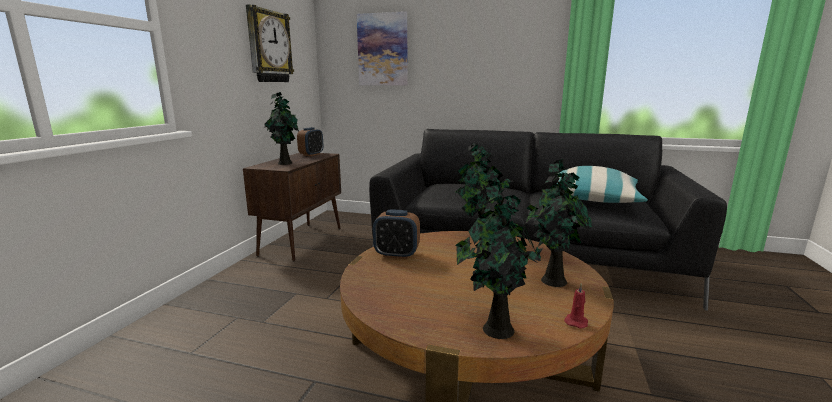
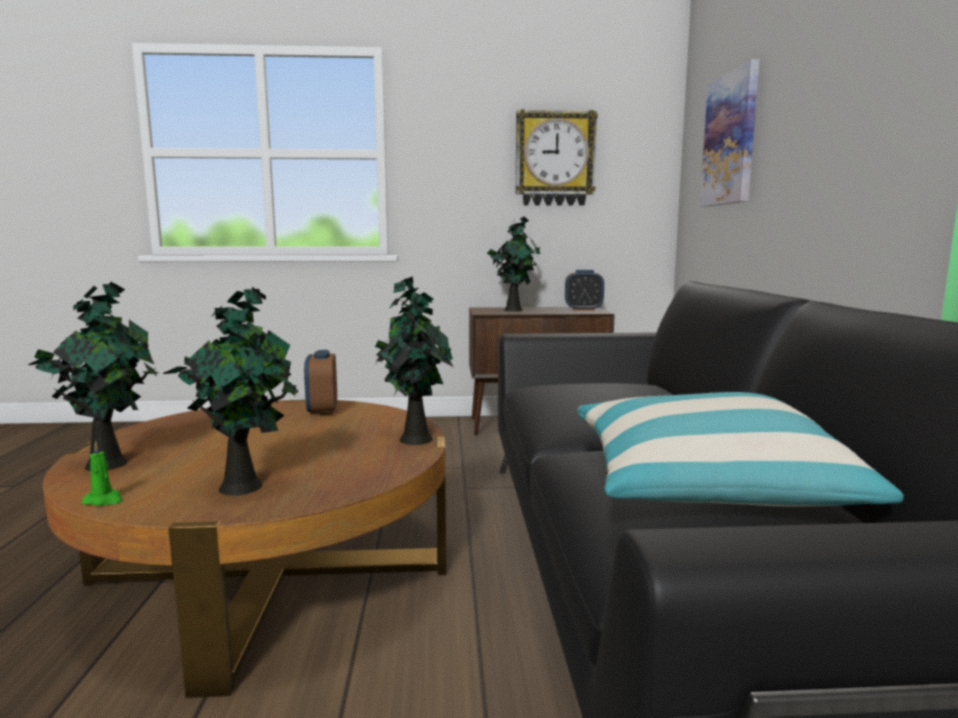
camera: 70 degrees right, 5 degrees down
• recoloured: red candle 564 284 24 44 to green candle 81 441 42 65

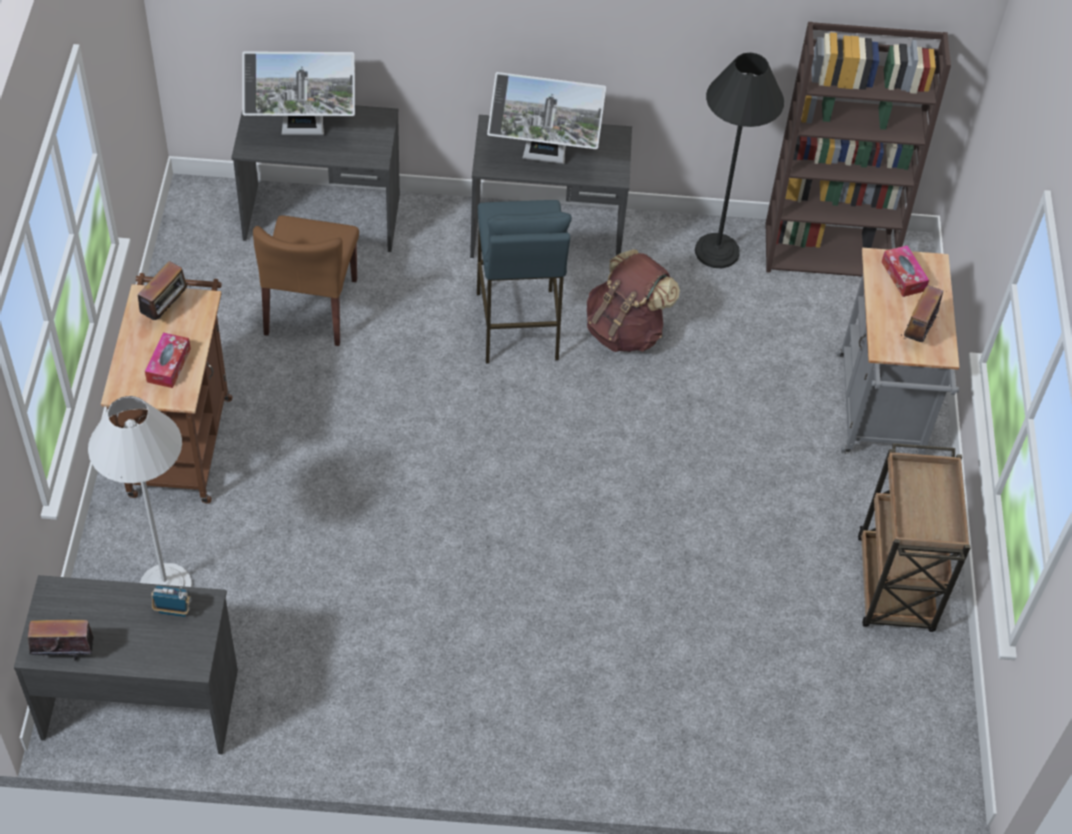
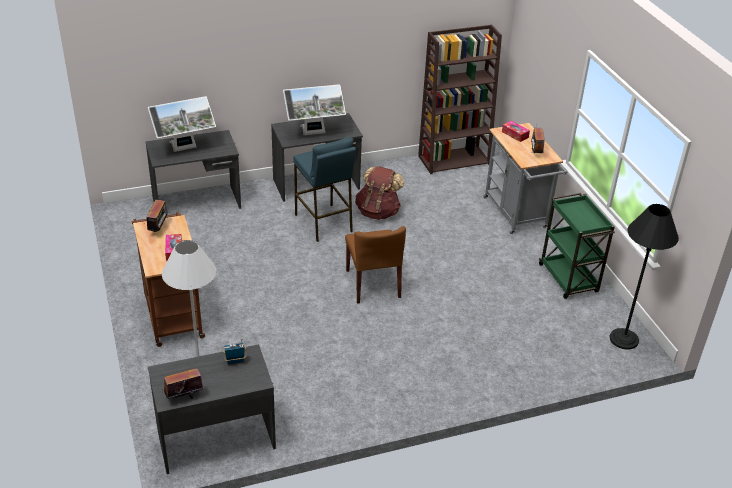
camera: 20 degrees left, 15 degrees down
• moved: brown chair 253 215 106 131 to 345 226 61 78
• moved: black floor lamp 695 53 89 215 to 610 204 69 145
• recoloured: brown cart 858 443 112 189 to green cart 539 193 76 106

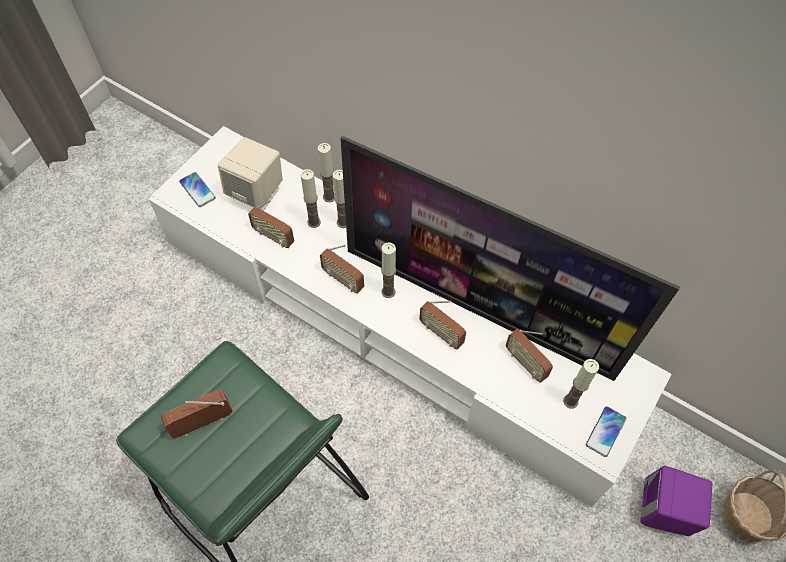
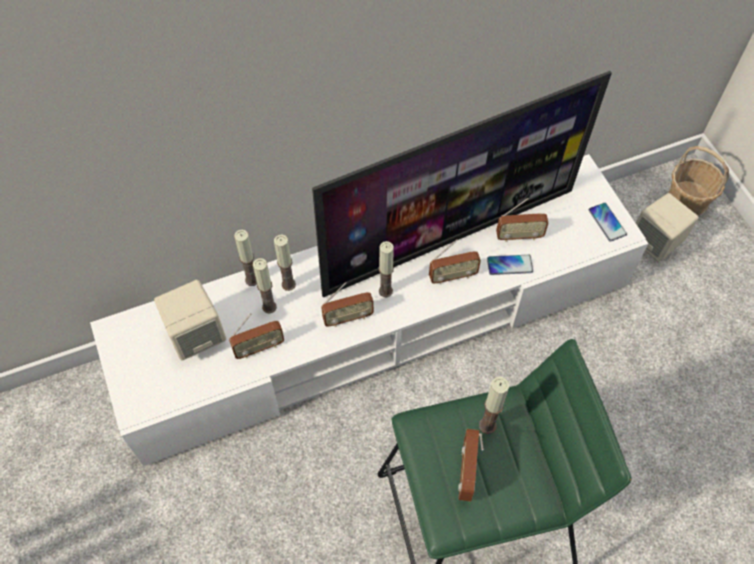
camera: 55 degrees left, 0 degrees up
• moved: phone 179 172 37 35 to 487 255 46 20
• moved: candle 563 359 36 50 to 479 377 30 57
• recoloured: purple speaker 640 466 72 70 to beige speaker 636 193 63 69

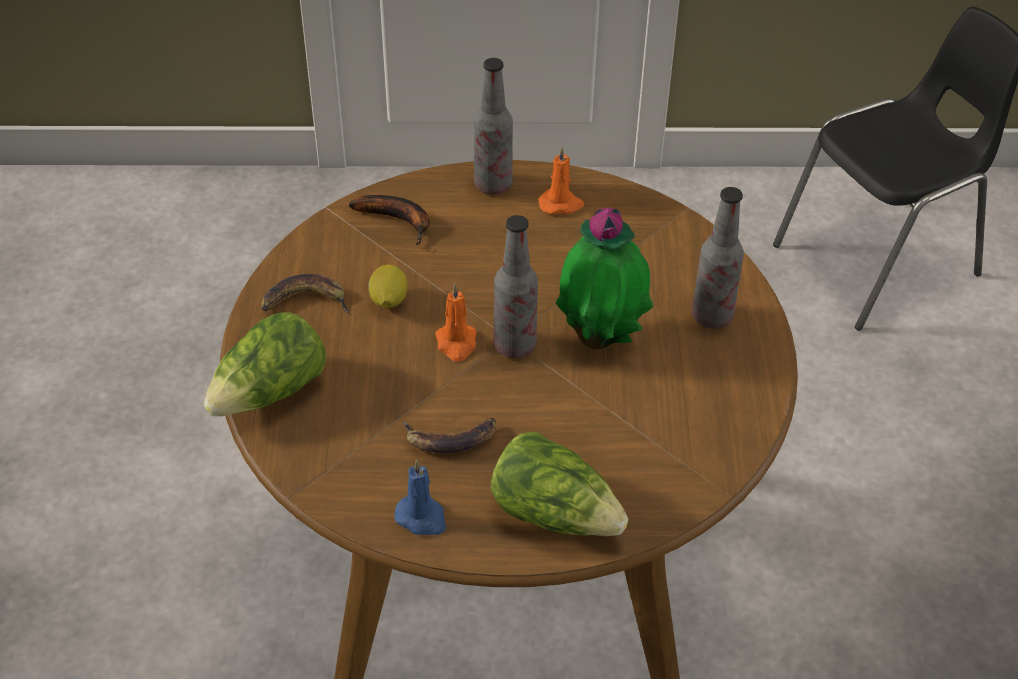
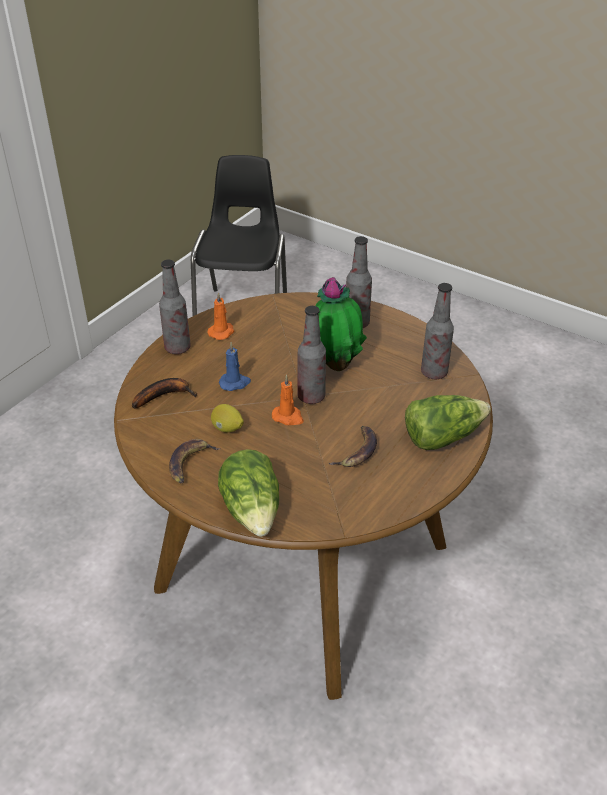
camera: 55 degrees left, 5 degrees down
• added: bottle 421 283 33 96
• moved: blue candle 394 459 52 76 to 219 342 32 49

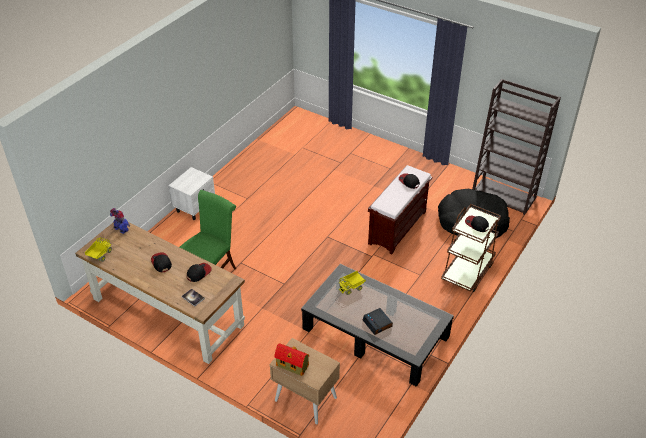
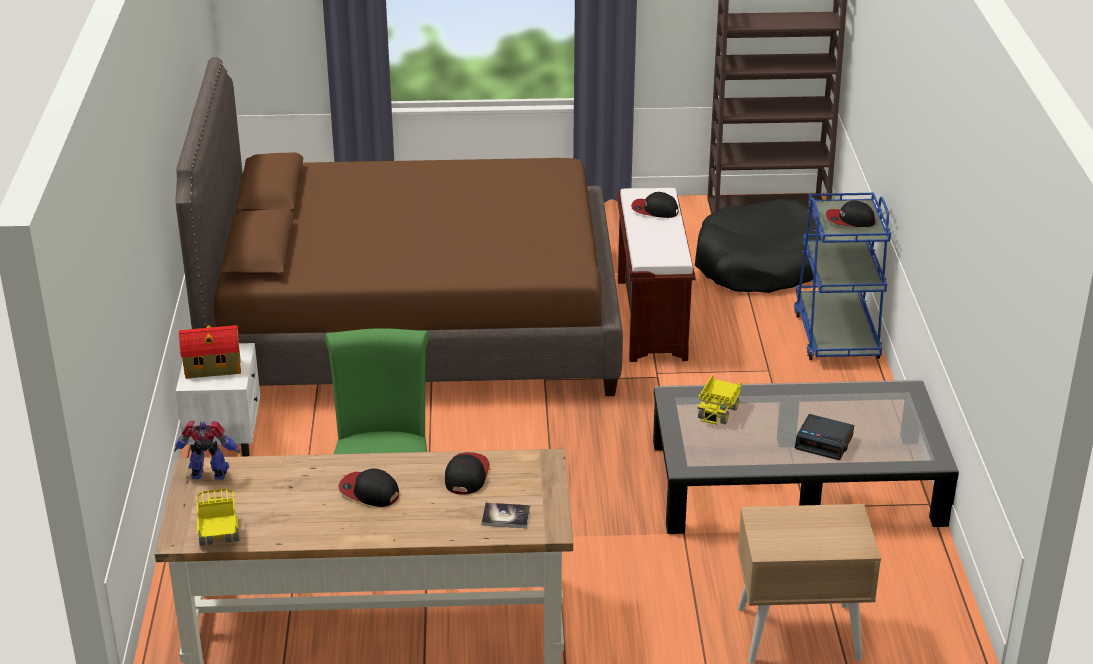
camera: 35 degrees left, 10 degrees down
• added: brown bed 176 57 447 339
• moved: toy house 274 343 35 33 to 179 325 62 54
• recoloured: brown cart 441 204 60 88 to blue cart 794 193 97 167

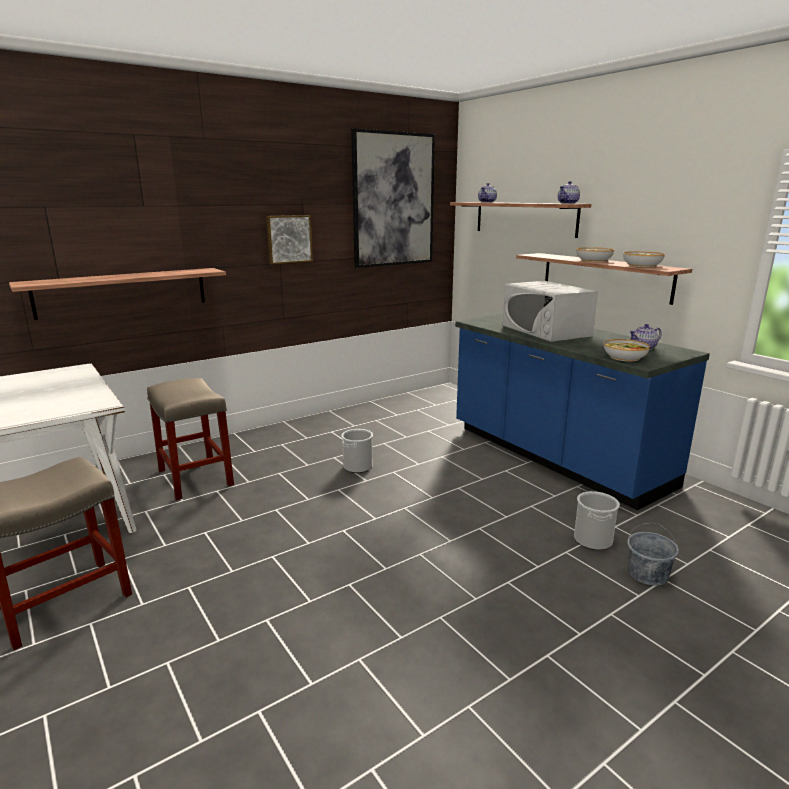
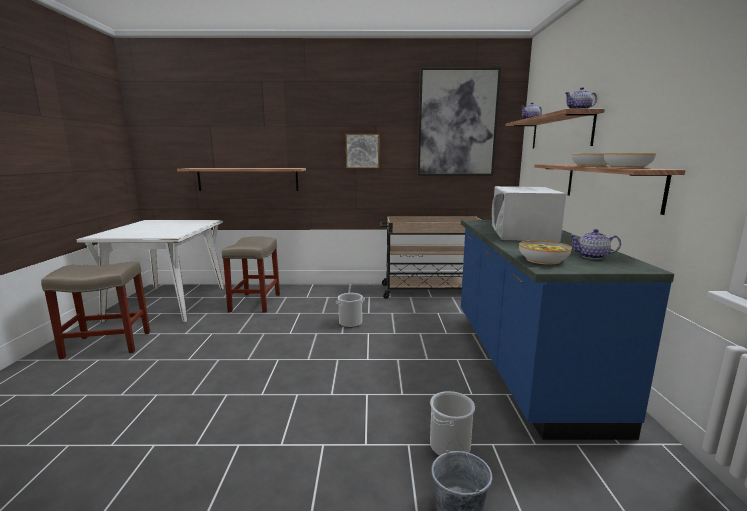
camera: 35 degrees right, 5 degrees down
• added: beige cart 380 216 101 83

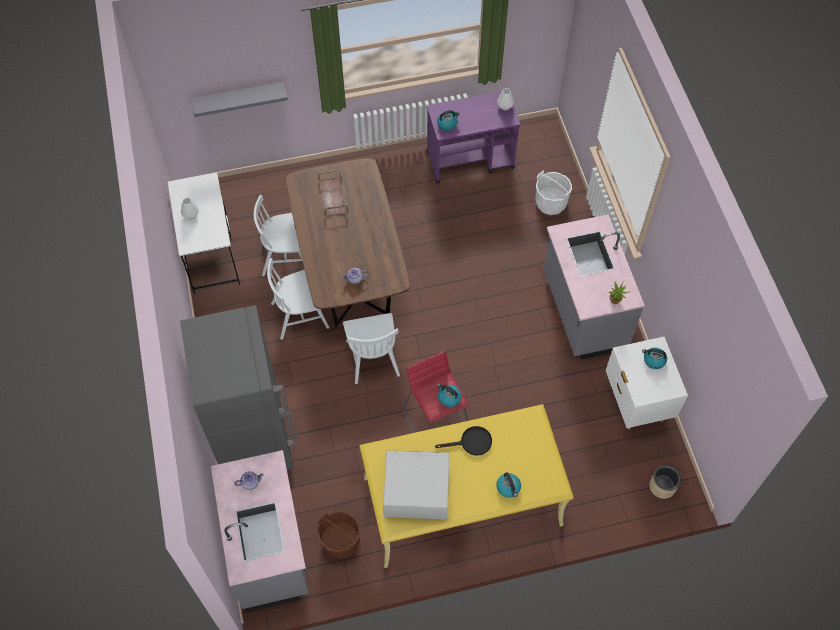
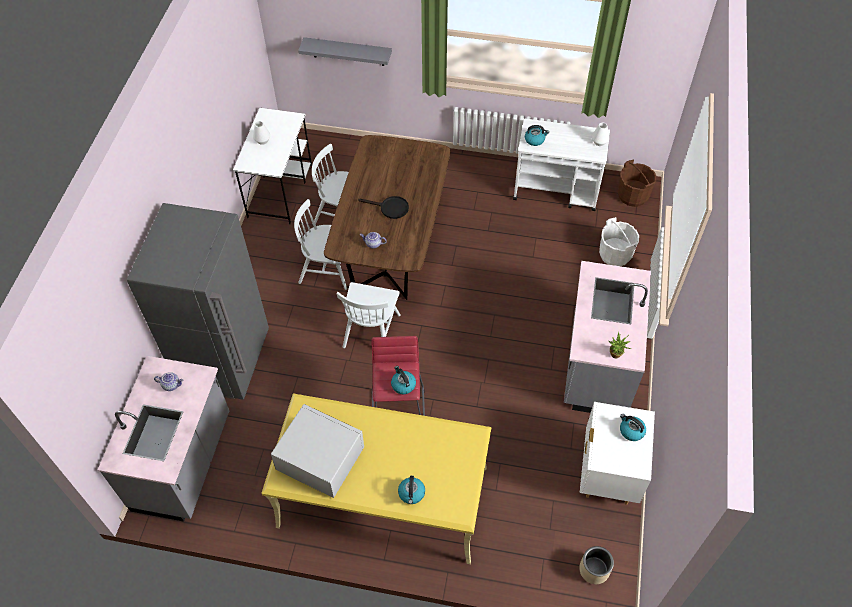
camera: 25 degrees right, 5 degrees down
• removed: brown tray 318 169 30 48
• moved: brown bucket 317 511 43 48 to 618 160 38 47
• moved: black frying pan 435 426 57 29 to 358 196 51 23
• recoloured: purple cart 427 92 93 91 to white cart 513 119 97 92

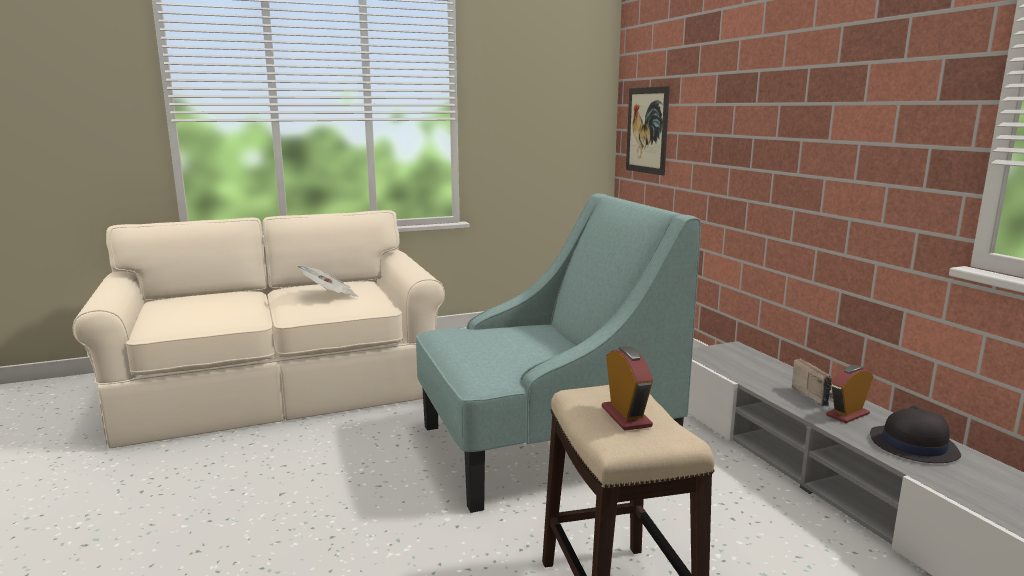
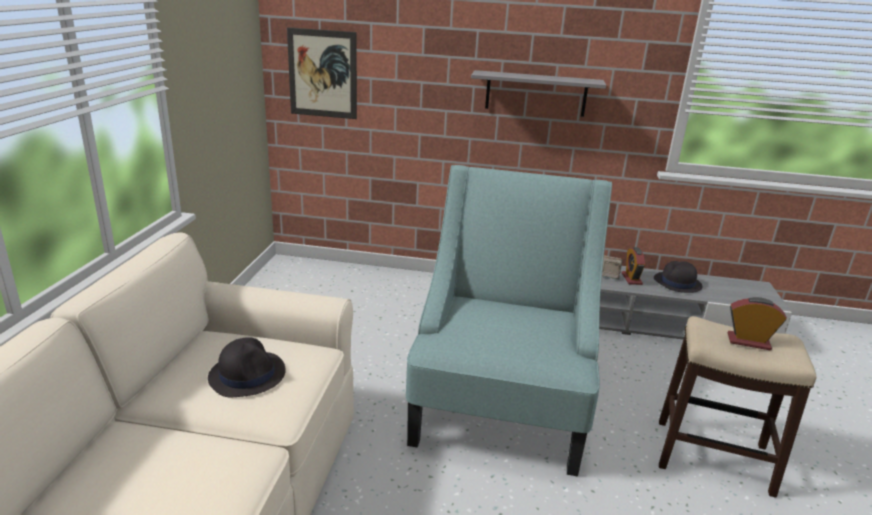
camera: 60 degrees left, 10 degrees up
• added: grey shelf 471 70 135 47
• replaced: newspaper 296 265 63 32 to black hat 208 337 78 60

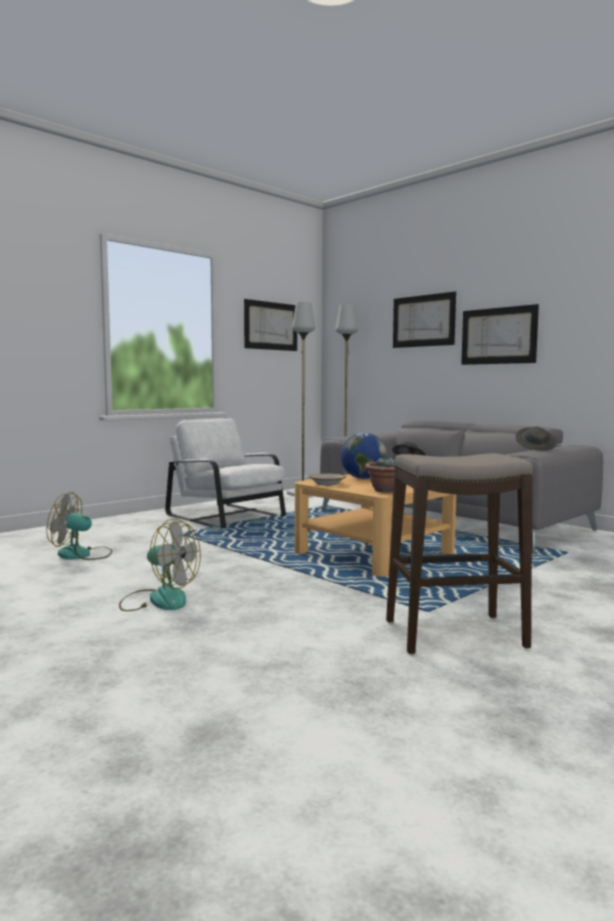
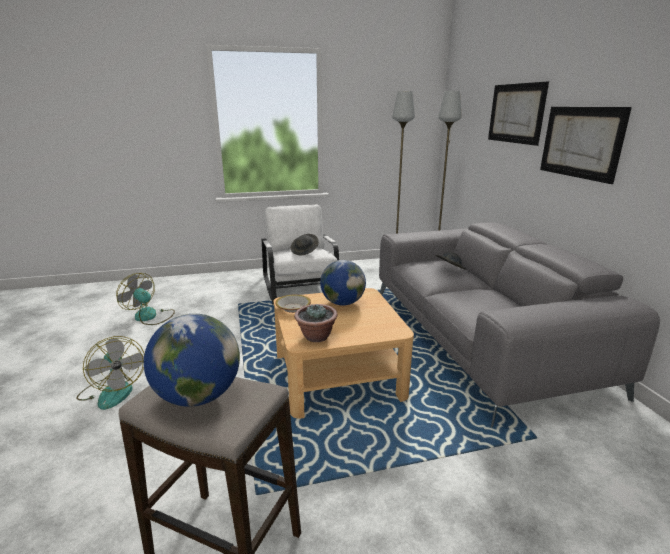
camera: 30 degrees right, 15 degrees up
• removed: picture 244 299 53 52
• added: globe 144 314 96 93
• moved: grey hat 515 427 42 24 to 291 234 28 21

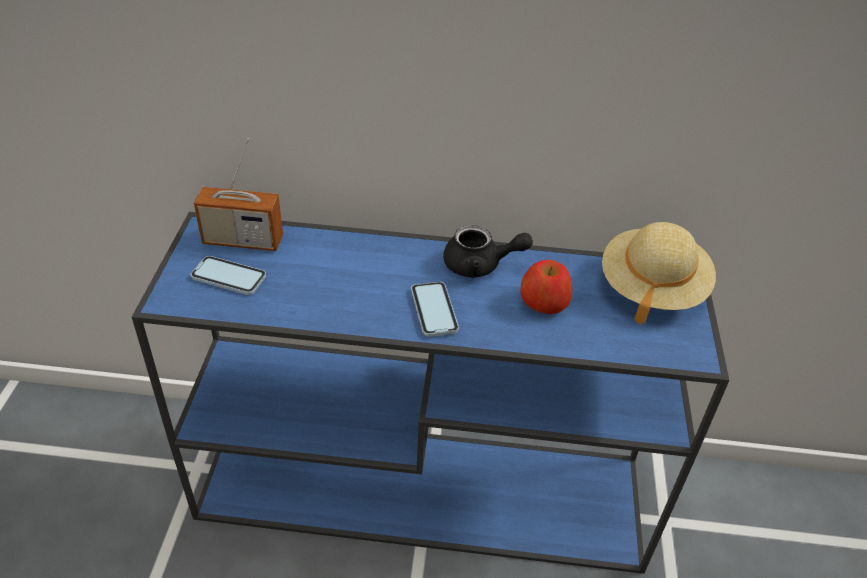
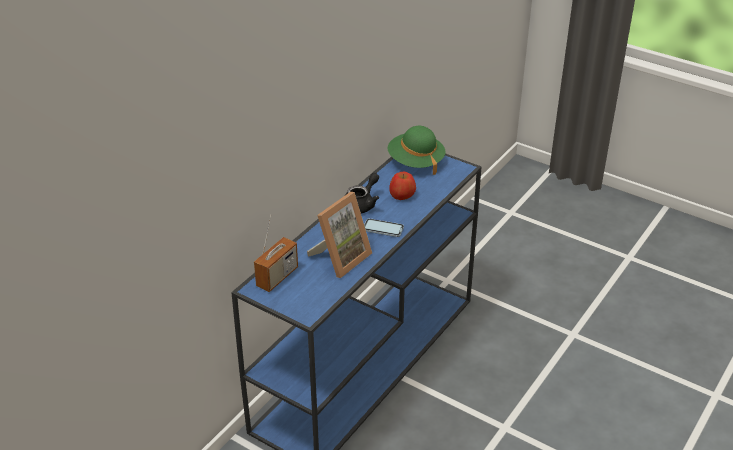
camera: 60 degrees left, 5 degrees down
• removed: phone 190 256 76 39
• added: picture frame 307 192 65 86
• recoloured: beige hat 602 222 114 103 to green hat 387 126 59 49

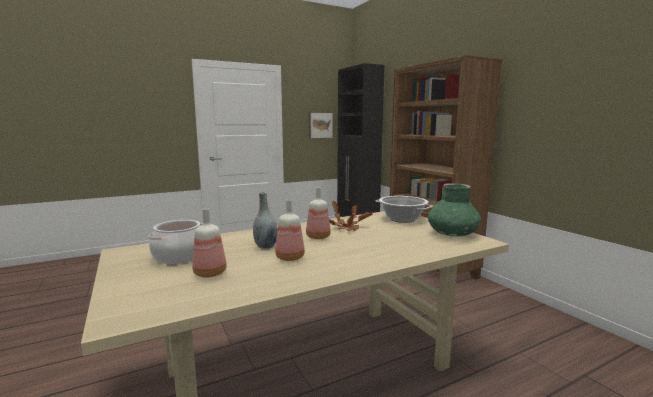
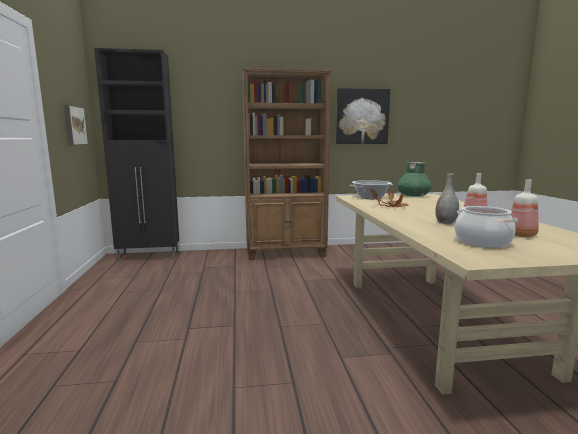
camera: 70 degrees left, 0 degrees up
• removed: bottle 306 187 25 52
• added: picture 336 88 54 56

